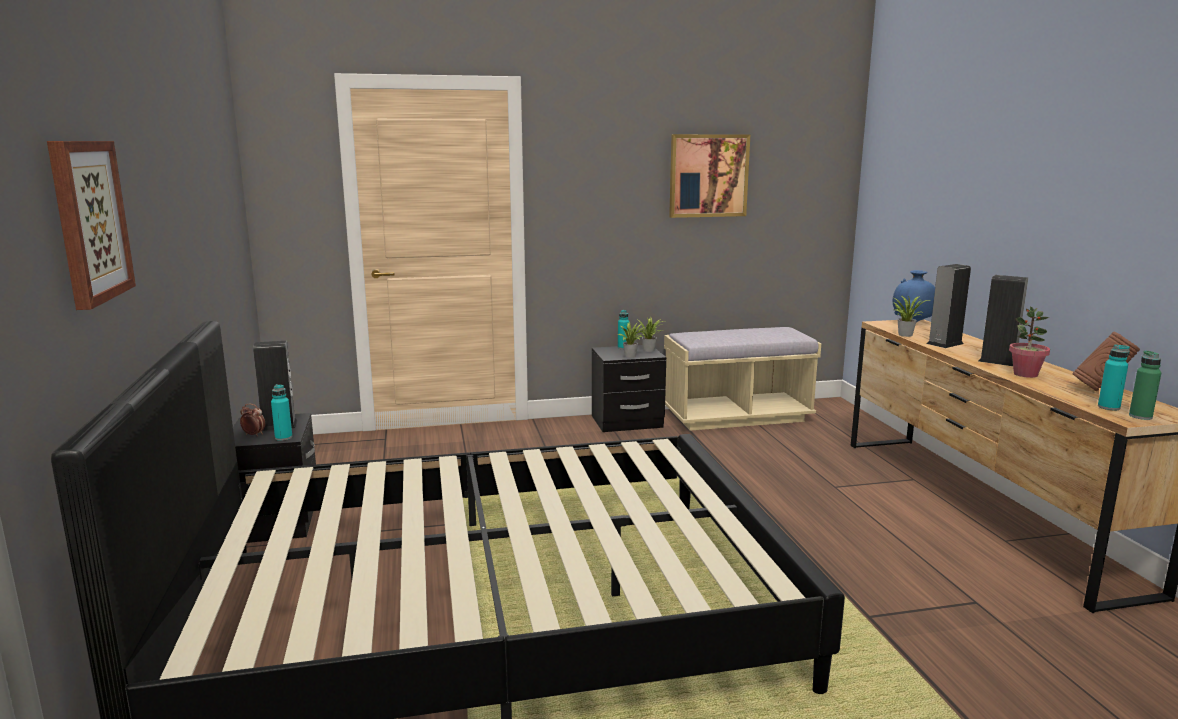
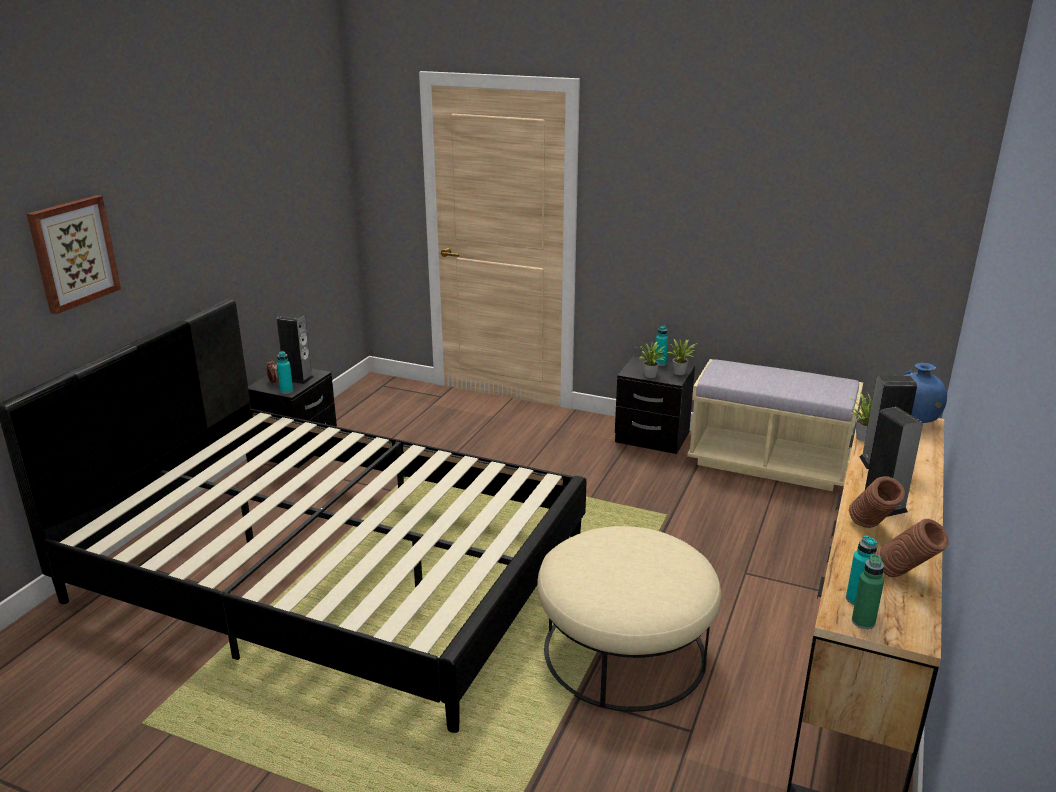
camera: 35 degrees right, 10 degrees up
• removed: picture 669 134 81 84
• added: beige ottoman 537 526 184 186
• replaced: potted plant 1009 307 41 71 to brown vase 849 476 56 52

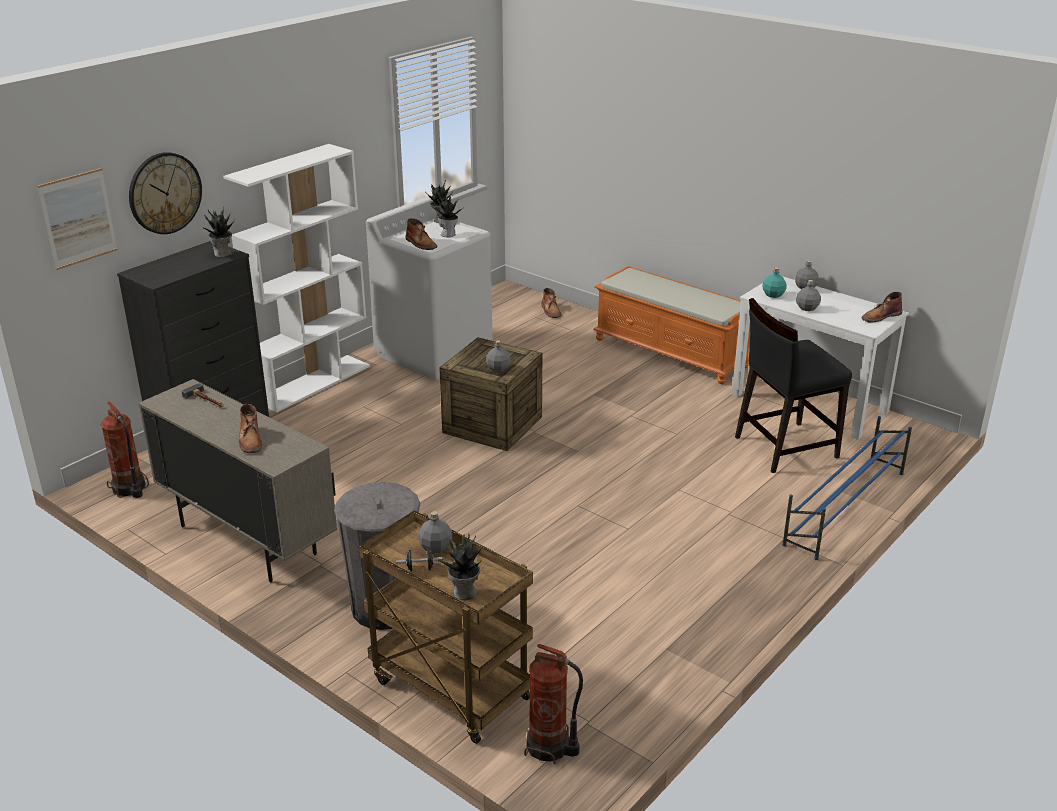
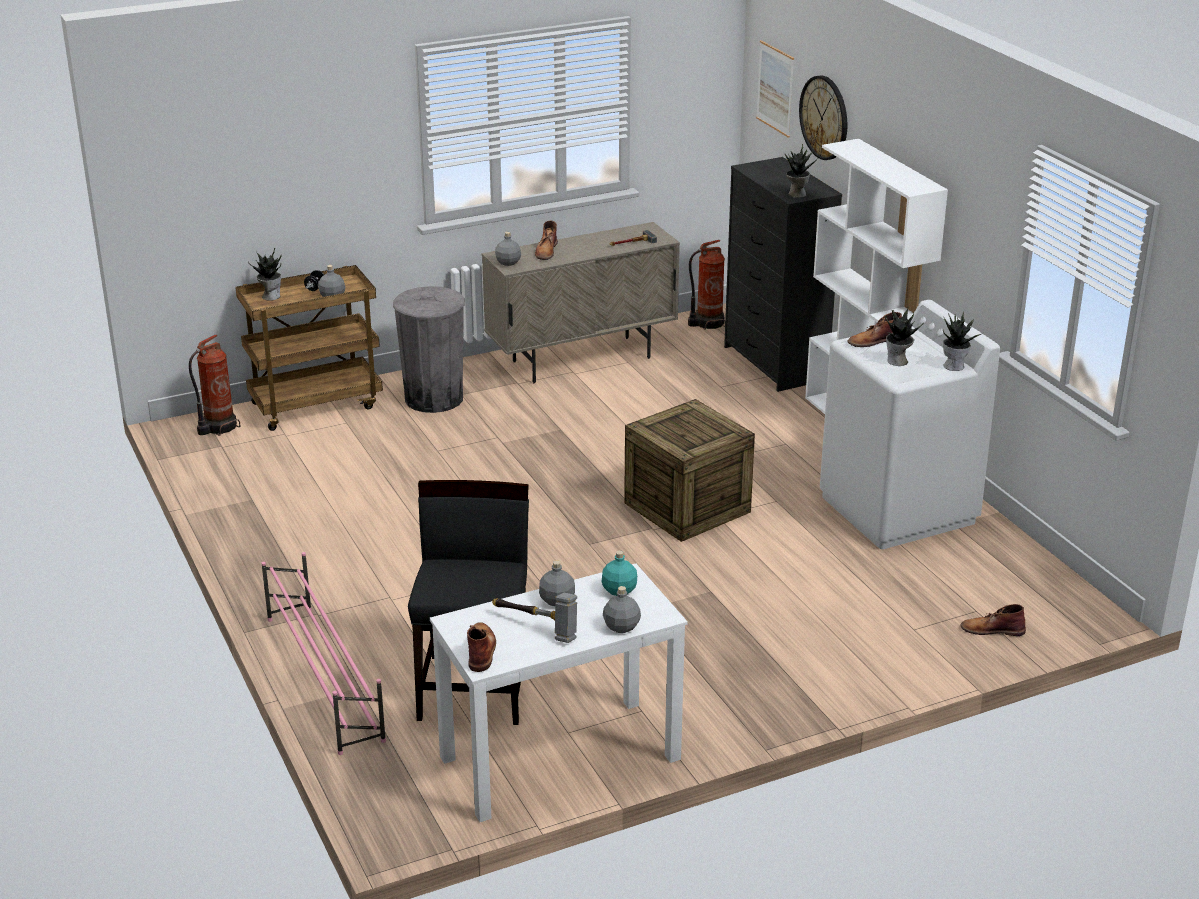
camera: 115 degrees right, 0 degrees up
• removed: orange bench 593 266 157 118
• added: hammer 492 593 85 50
• moved: grey bottle 486 340 25 32 to 495 232 26 34
• recoloured: blue shoe rack 782 416 130 144 to pink shoe rack 261 552 125 203
• turned: brown boot 239 404 23 49 = 535 220 23 40 90 degrees counterclockwise

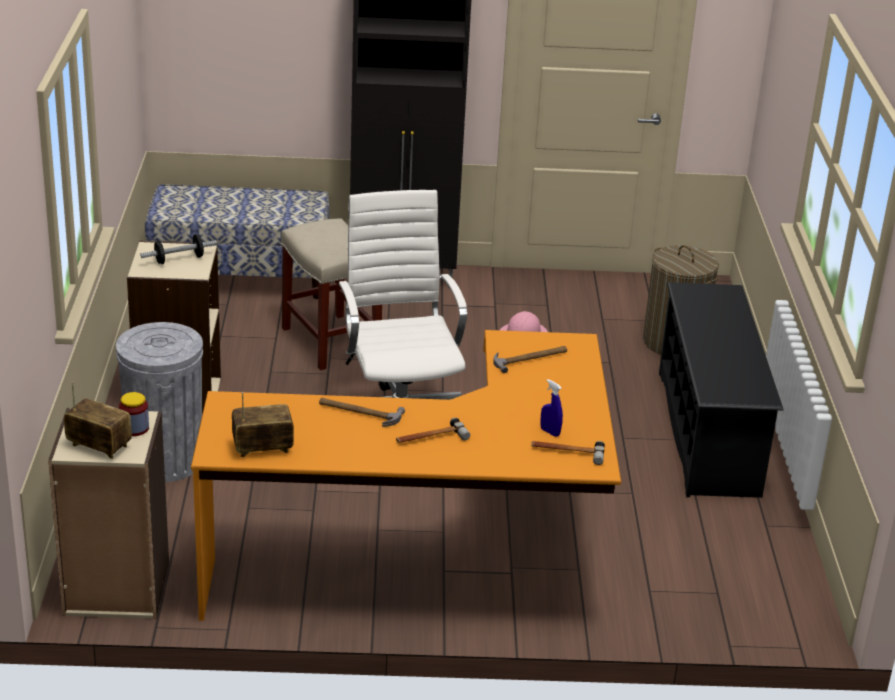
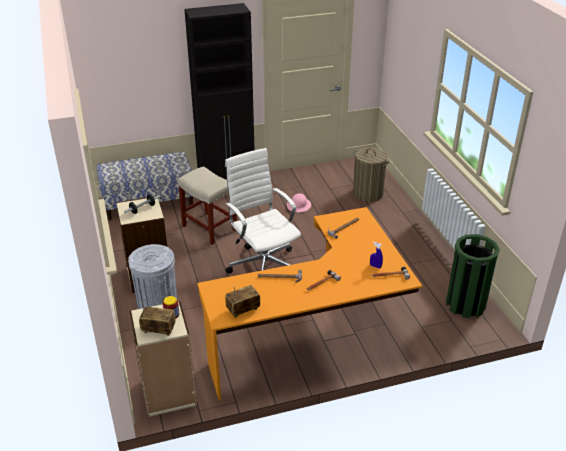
camera: 15 degrees left, 5 degrees up
• removed: black shoe rack 659 282 125 216
• added: green trash can 446 234 54 84

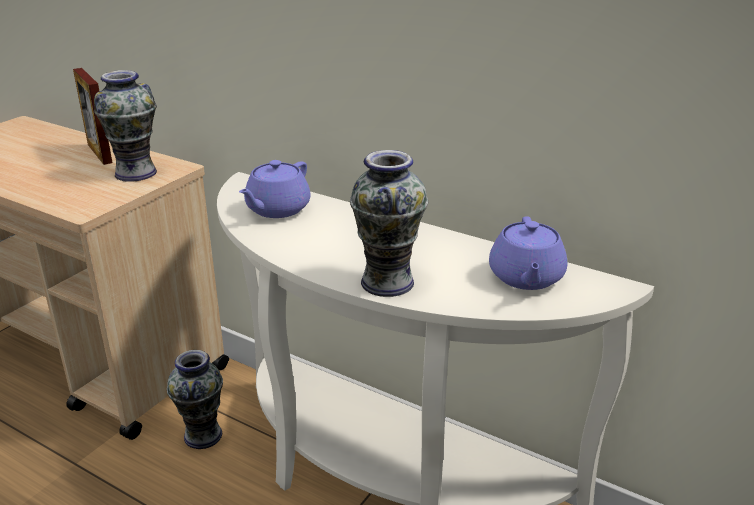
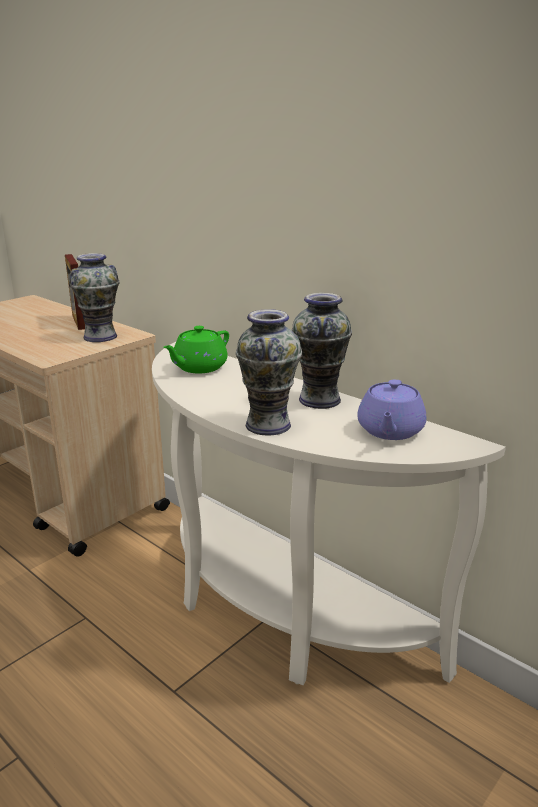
camera: 10 degrees right, 5 degrees down
• moved: vase 167 350 56 99 to 292 293 60 116
• recoloured: purple teapot 239 160 72 58 to green teapot 163 326 66 47

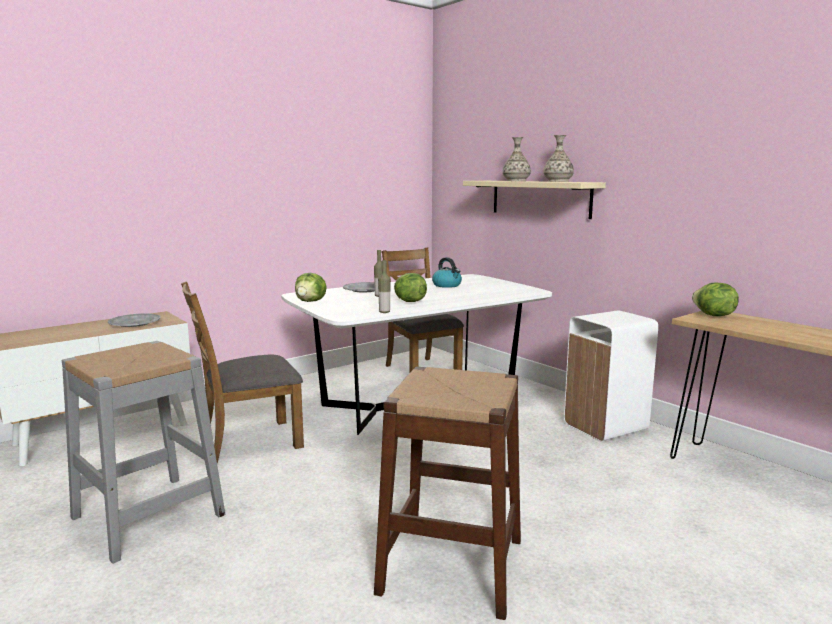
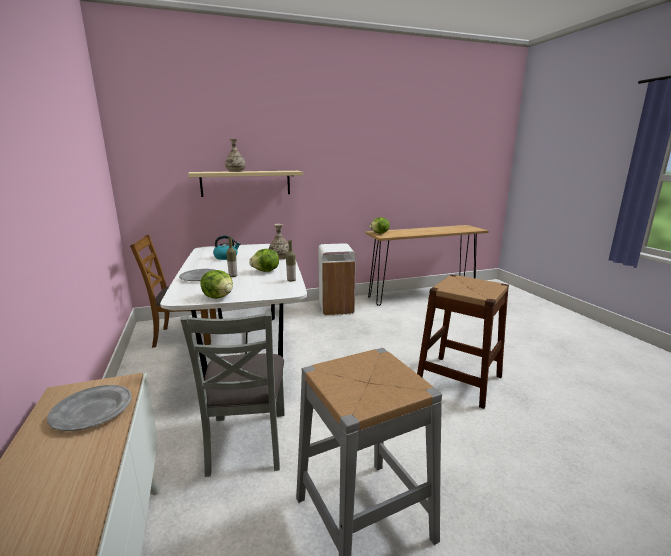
camera: 70 degrees left, 5 degrees up
• moved: vase 544 135 30 47 to 269 224 20 35
• recoloured: brown chair 181 281 123 182 to grey chair 181 311 104 166

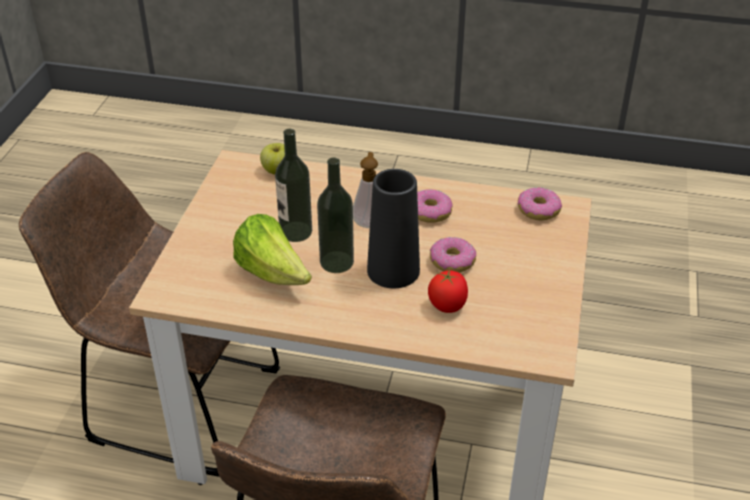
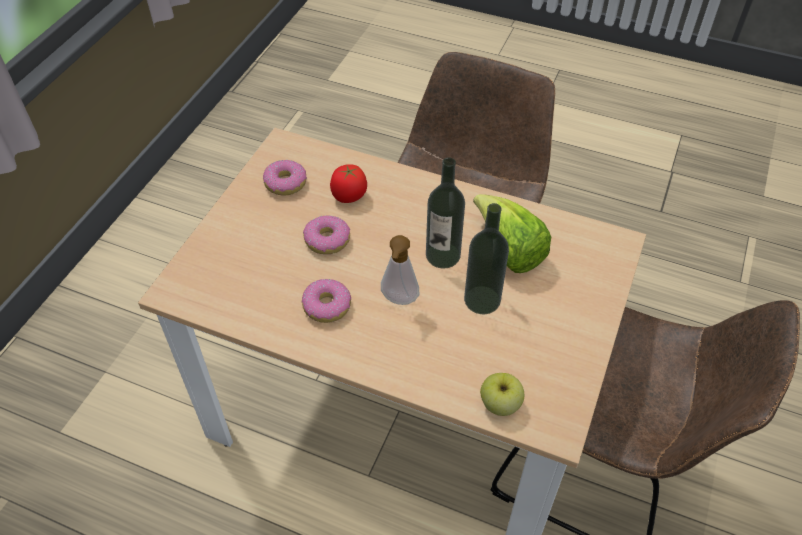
camera: 170 degrees left, 10 degrees up
• removed: black vase 367 169 53 119
• moved: donut 518 187 44 33 to 263 160 44 35

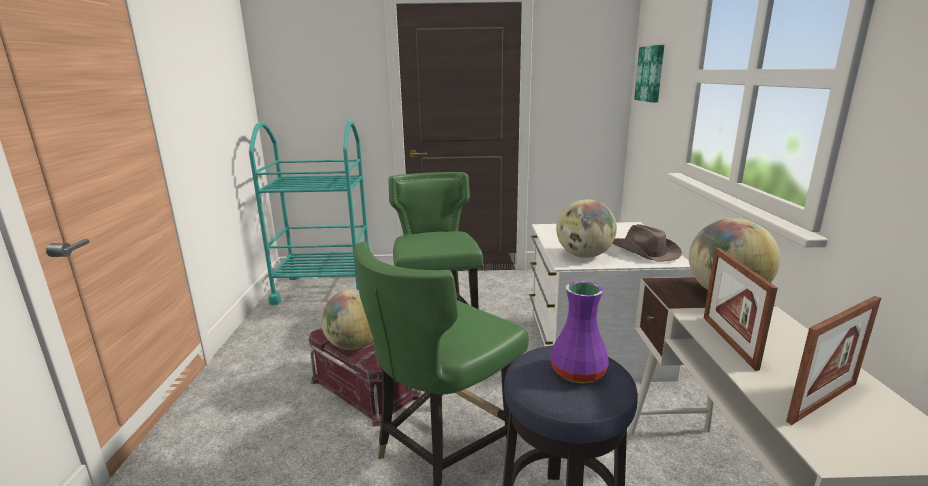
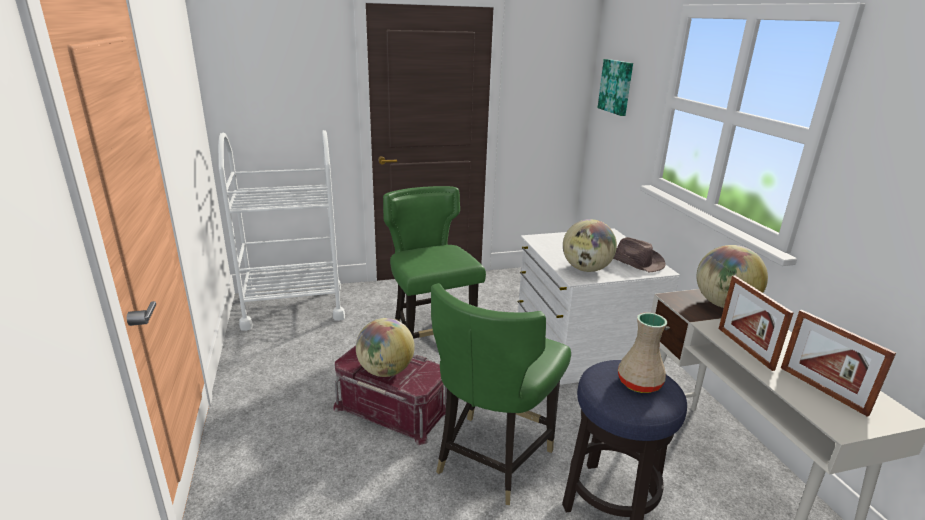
camera: 15 degrees left, 5 degrees up
• recoloured: turquoise cart 249 120 120 185 to white cart 218 130 127 201
• recoloured: purple vase 550 281 59 102 to beige vase 618 313 49 80
• turned: picture frame 786 296 95 129 = 781 310 115 107 105 degrees clockwise

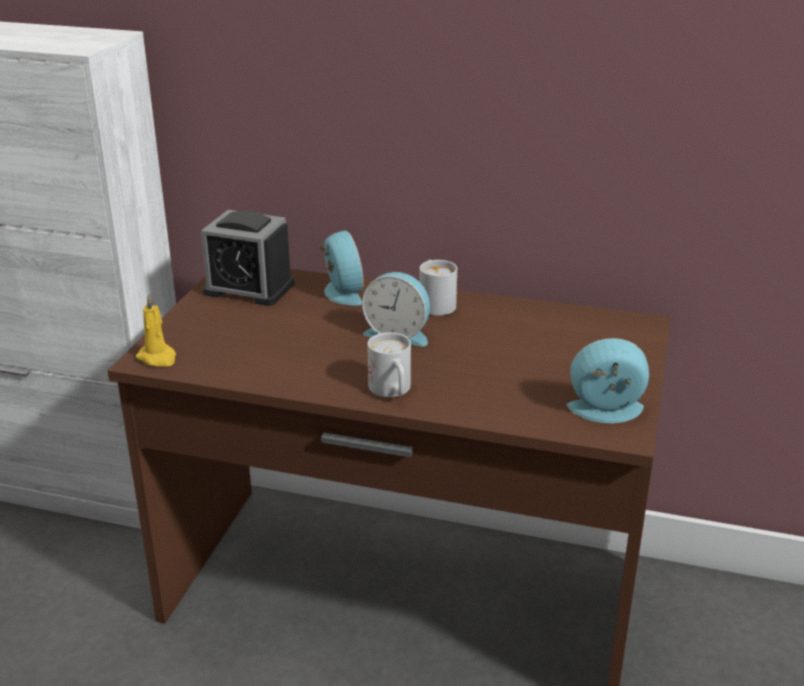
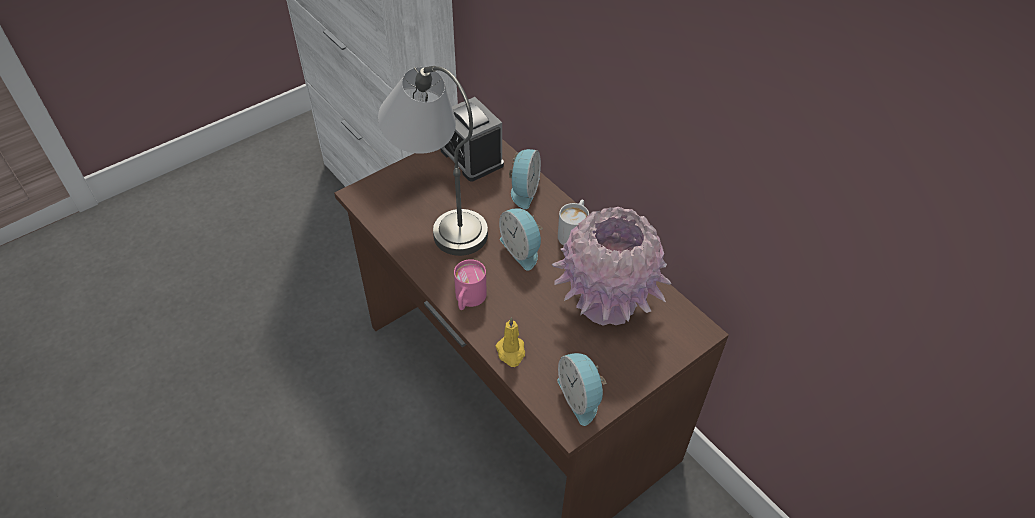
camera: 35 degrees right, 20 degrees up
• added: grey table lamp 378 66 110 190
• added: pink vase 552 207 119 118
• moved: yellow candle 136 294 40 73 to 495 317 30 50
• recoloured: white mug 367 332 44 65 to pink mug 454 259 33 51
• turned: alarm clock 567 338 82 85 = 557 353 49 73 150 degrees counterclockwise

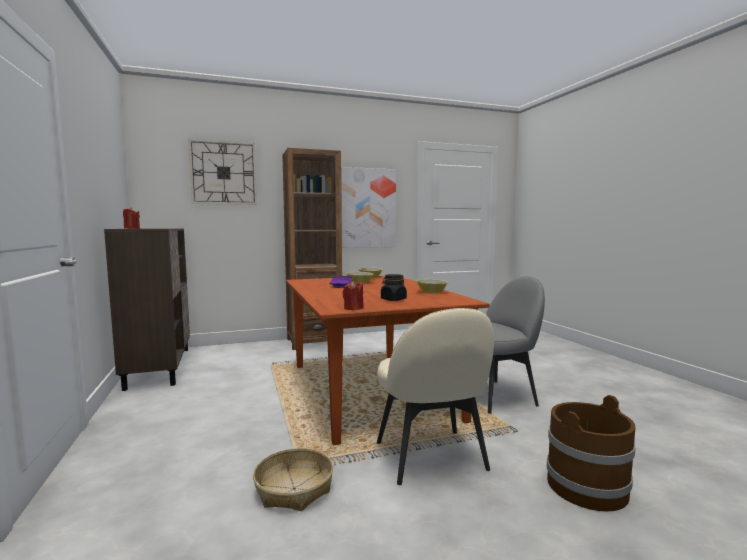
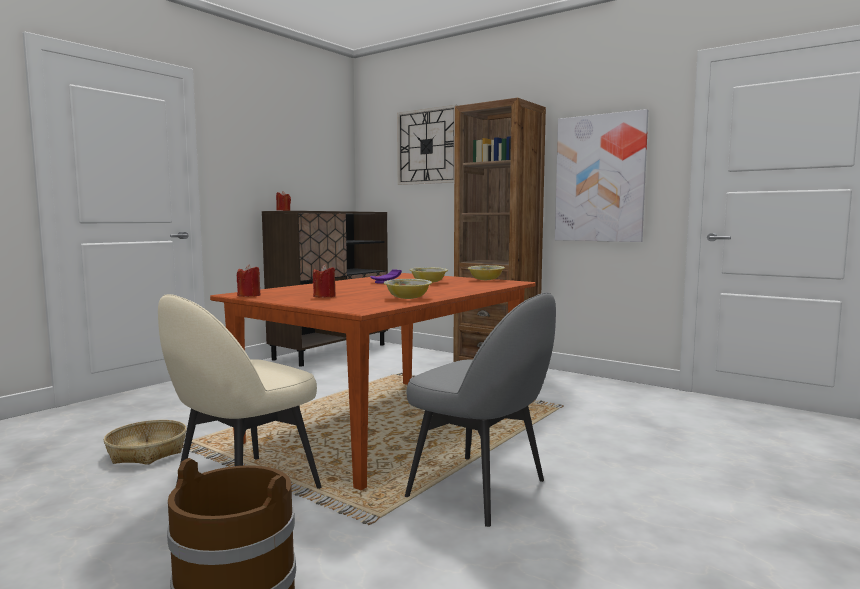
camera: 55 degrees right, 0 degrees up
• replaced: black jar 381 274 26 27 to red candle 313 265 23 33

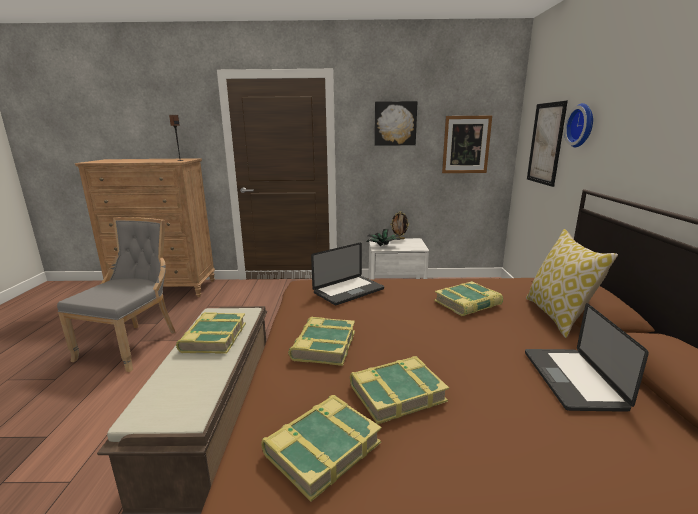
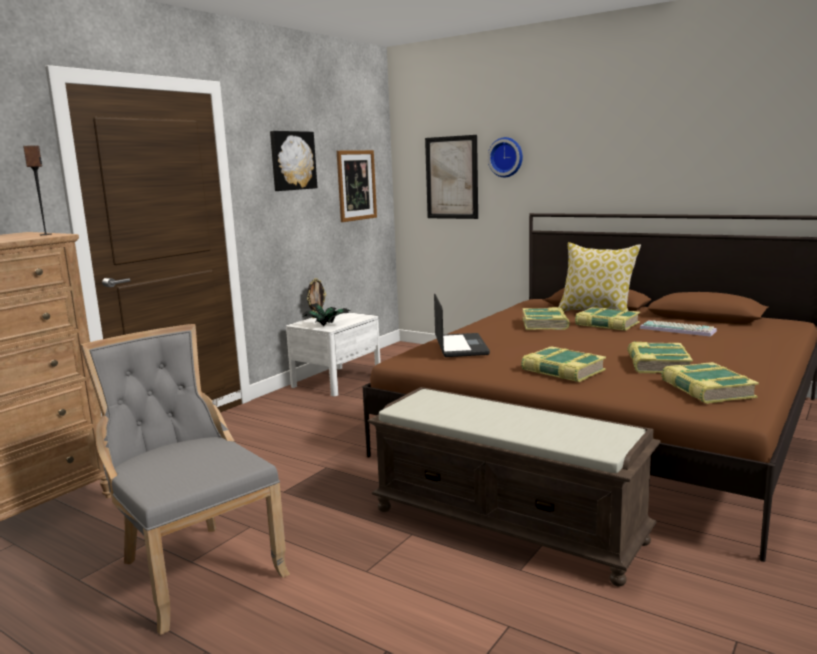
camera: 55 degrees left, 5 degrees down
• moved: book 176 312 70 42 to 575 307 65 24
• replaced: laptop 525 303 124 109 to keyboard 640 320 77 17

